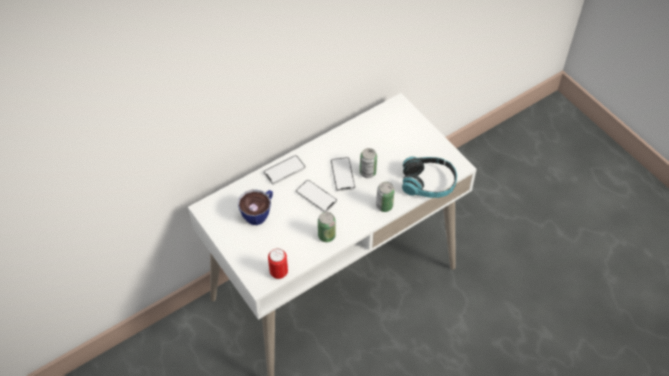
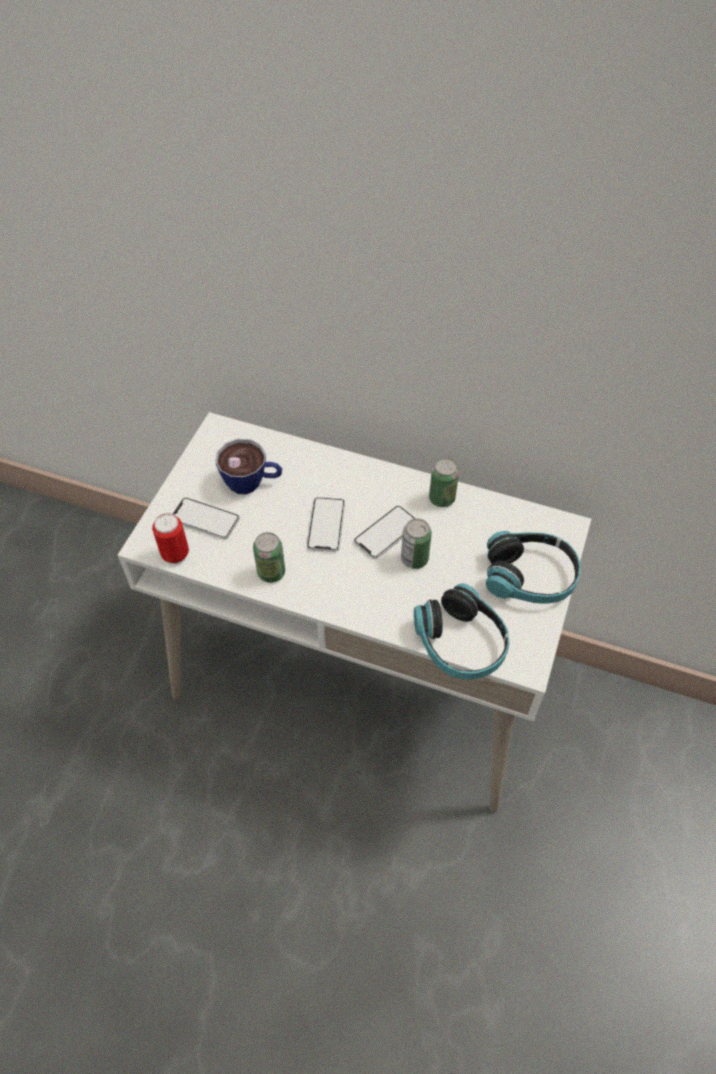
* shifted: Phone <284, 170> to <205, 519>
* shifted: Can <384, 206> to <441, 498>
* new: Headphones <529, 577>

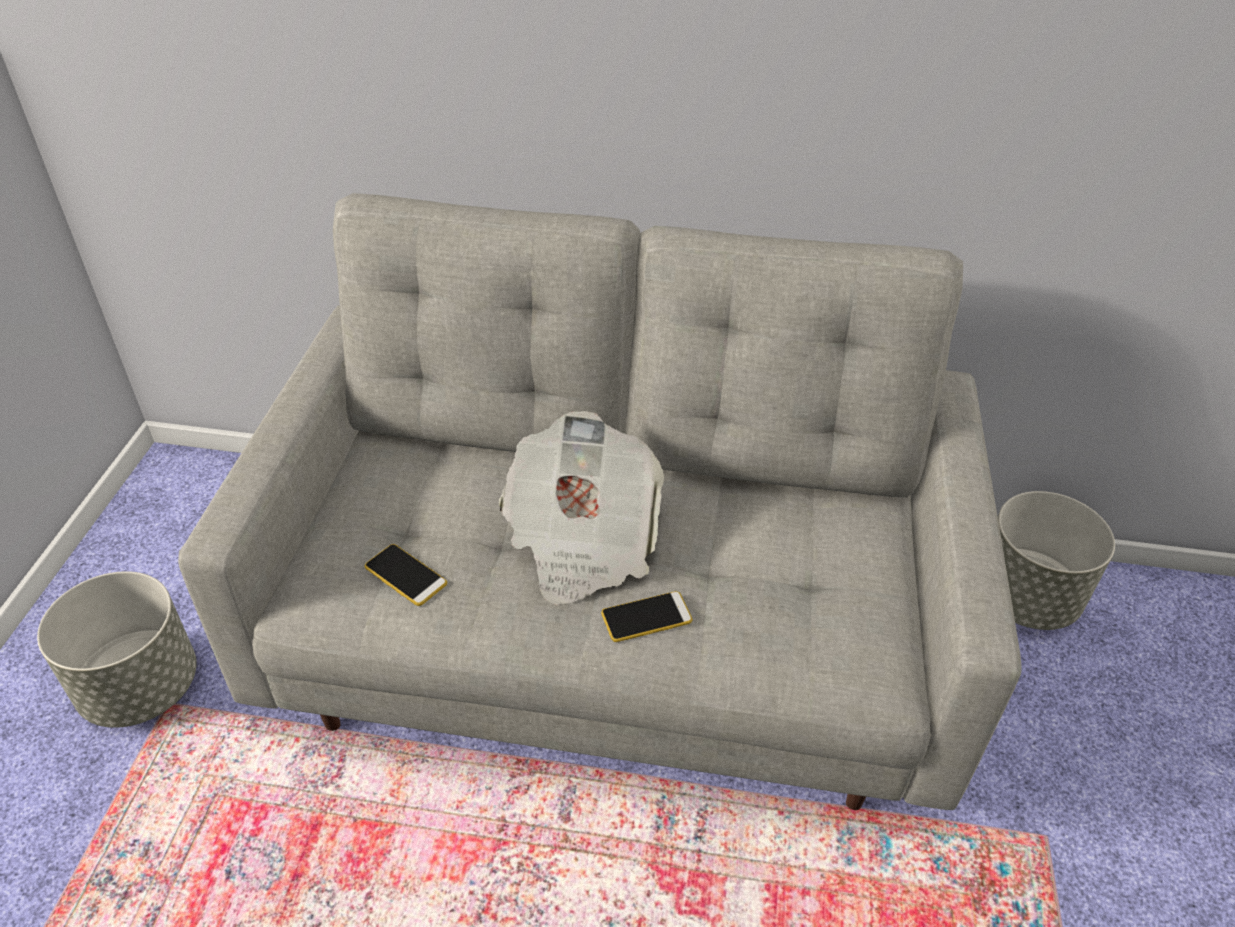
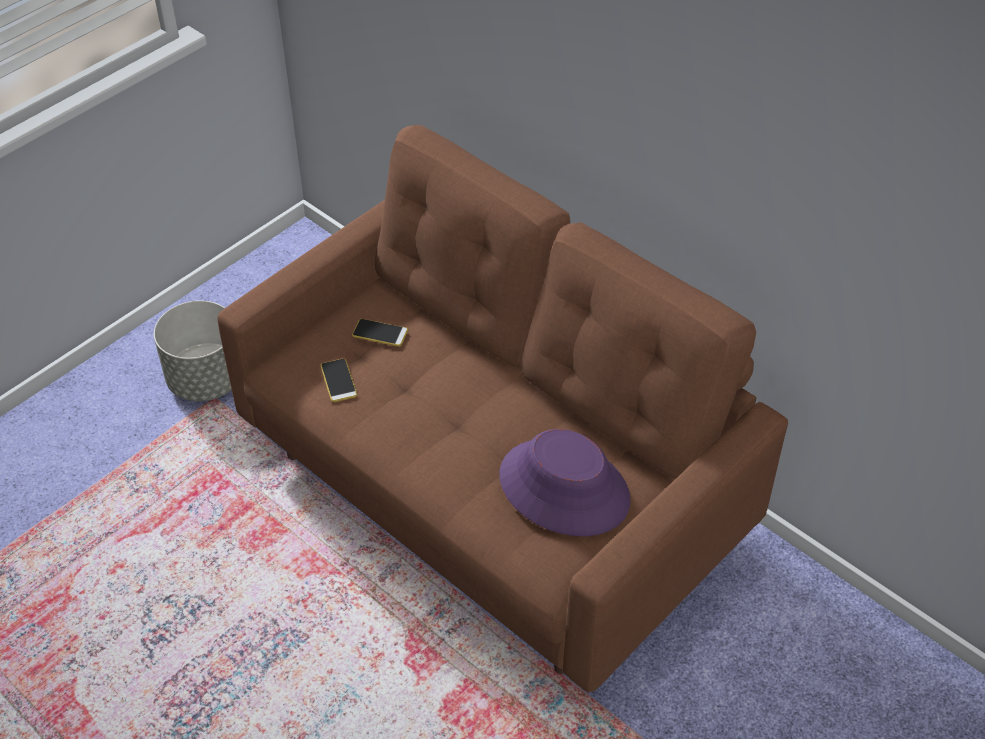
* repainted: GreySofa <615, 643> to BrownSofa <493, 495>
* gone: Newspaper <581, 540>
* gone: GreyPlanter <1025, 598>
* shifted: Phone <646, 617> to <380, 333>
* new: PurpleHat <564, 488>

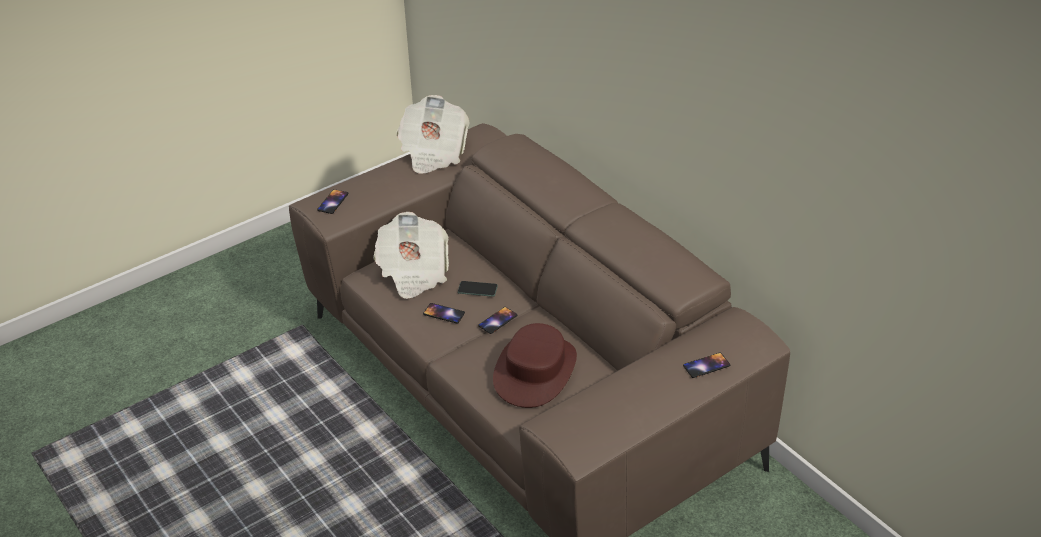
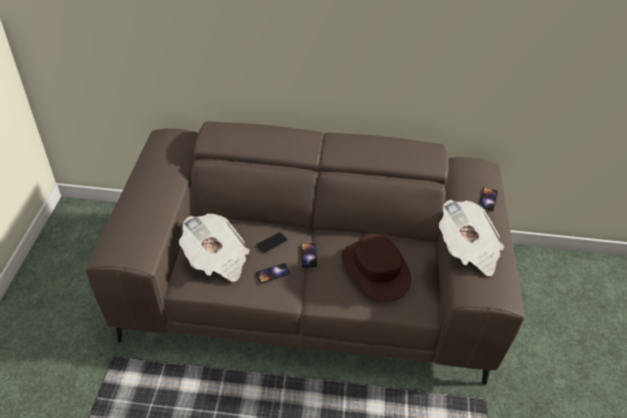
* shifted: Newspaper <433, 152> to <468, 250>
* gone: Phone <332, 202>

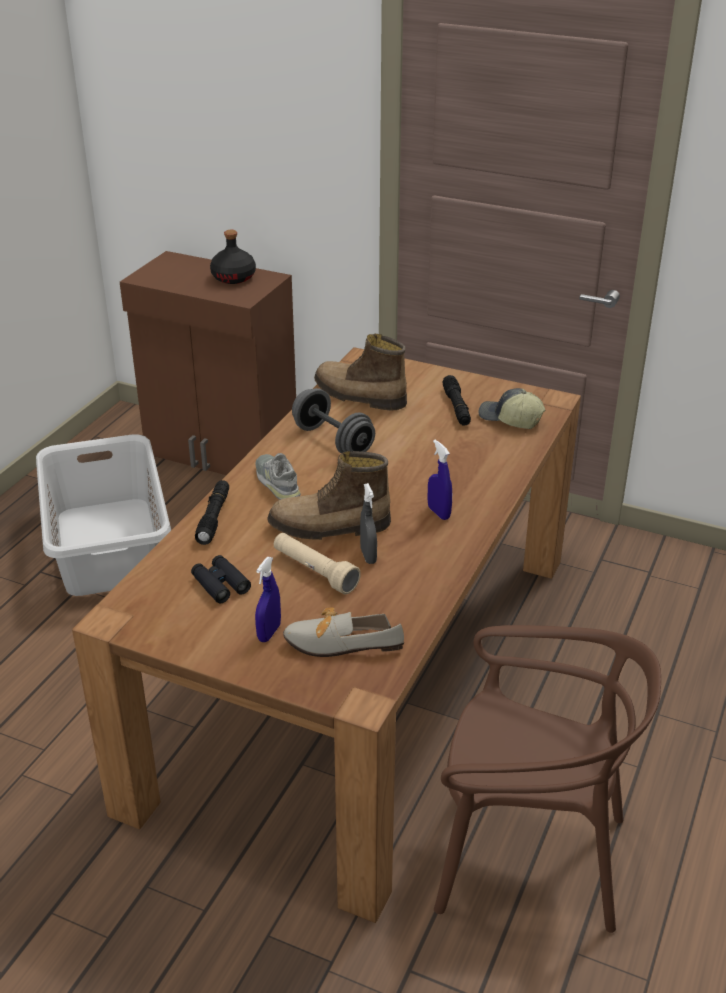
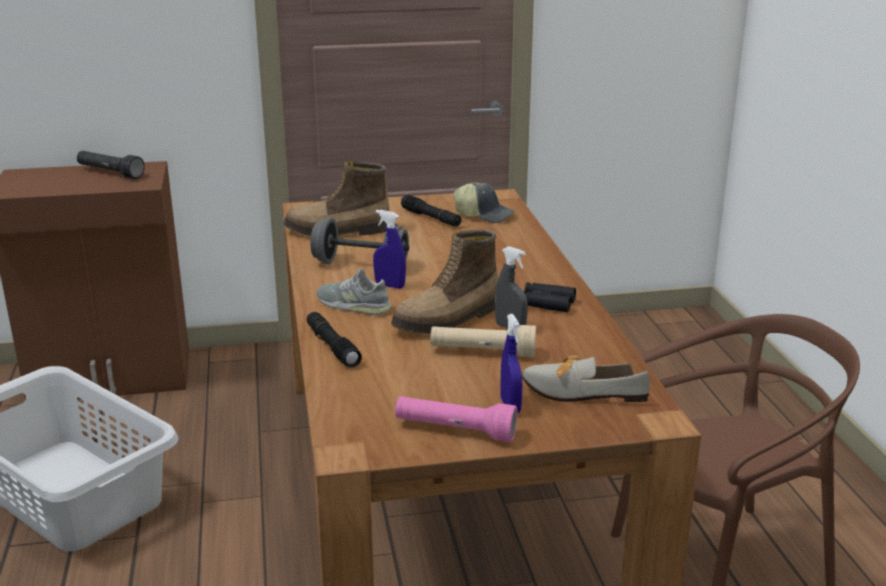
* swapped: BlackBottle <233, 277> to BlackFlashlight <110, 173>
* rotated: Cap <510, 419> = <484, 215> 150 degrees counterclockwise
* shifted: BlueSprayBottle <438, 513> to <389, 286>
* shifted: BlackBinoculars <220, 584> to <546, 303>
* rotated: Shoe <336, 643> = <576, 391> 45 degrees clockwise
* new: PinkFlashlight <455, 430>

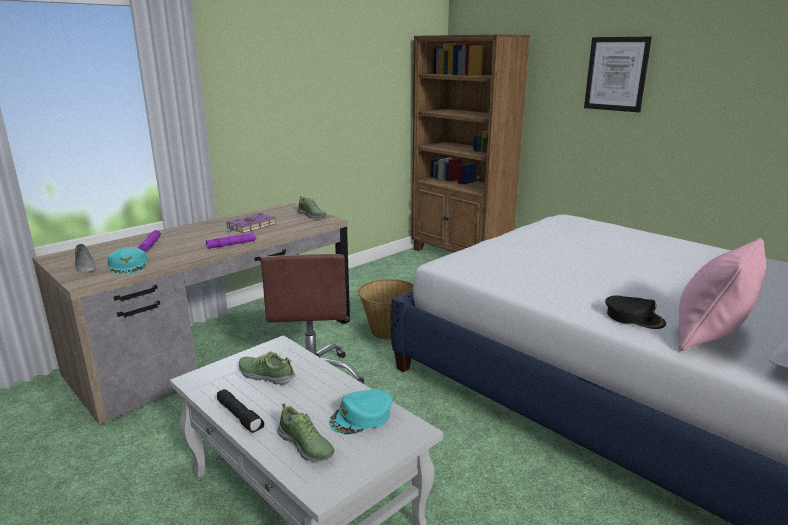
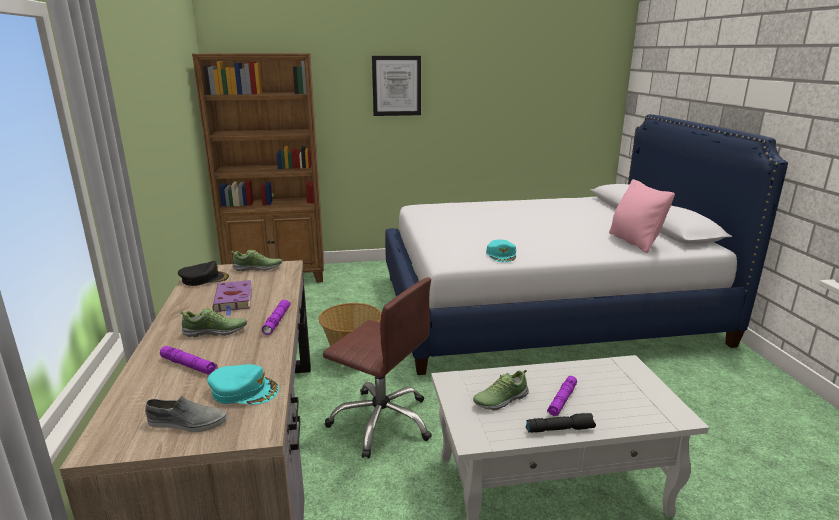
* shifted: BlackCap <634, 317> to <204, 279>
* shifted: TurquoiseCap <361, 417> to <501, 255>
* shifted: Shoe <306, 446> to <215, 332>
* new: PurpleFlashlight <562, 400>

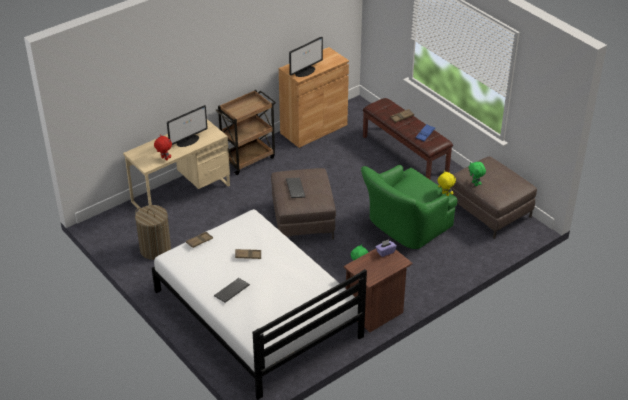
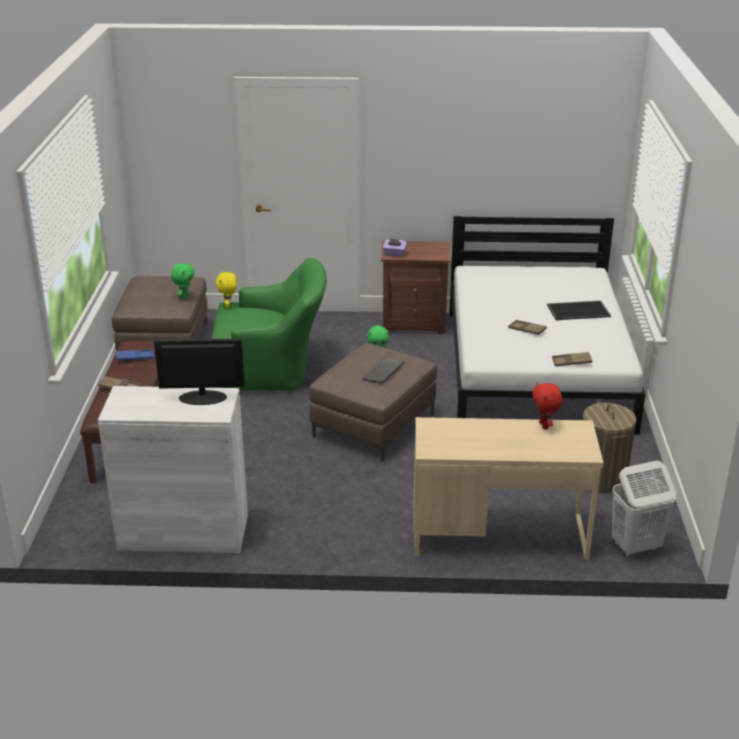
* repainted: BrownCabinet <313, 129> to WhiteCabinet <183, 532>
* gone: BrownCart <248, 159>
* gone: Monitor <188, 140>
* swapped: Keyboard <232, 291> to Tray <578, 310>
* new: WhiteLaundryBasket <635, 547>

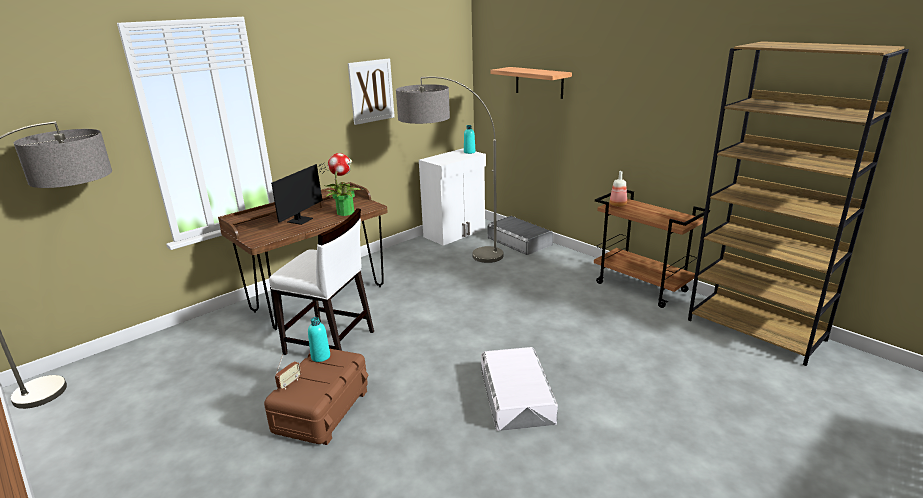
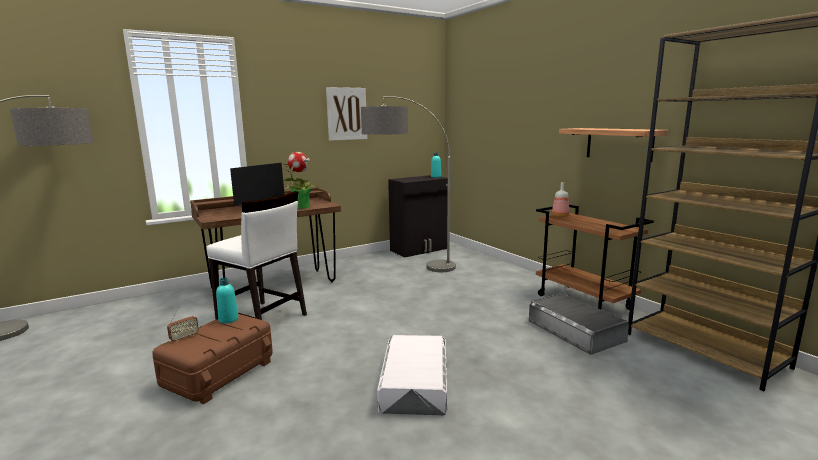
* shifted: Shelf <539, 82> to <619, 144>
* repainted: WhiteCabinet <455, 233> to BlackCabinet <419, 249>
* shifted: GreyStorageBox <519, 241> to <575, 330>

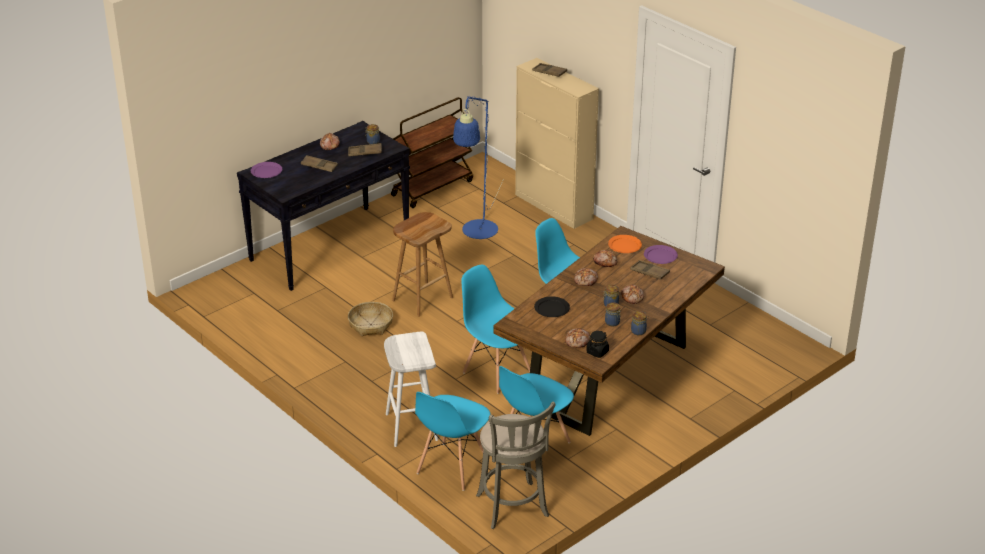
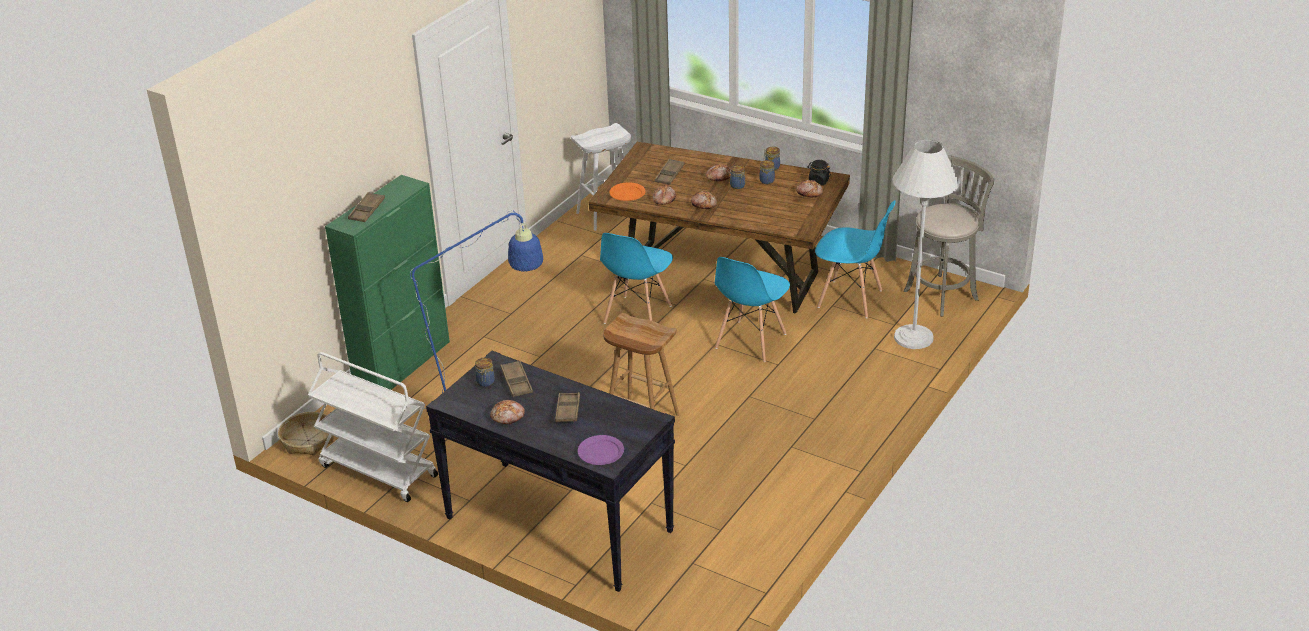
* repainted: BeigeCabinet <554, 207> to GreenCabinet <403, 364>
* repainted: BrownCart <432, 187> to WhiteCart <377, 471>
* gone: PurplePlate <660, 256>
* gone: BlackPlate <552, 309>
* shifted: Basket <370, 324> to <308, 440>
* shifted: WhiteStool <410, 426> to <606, 215>
* swapped: BlueChair <452, 467> to WhiteFloorLamp <913, 337>

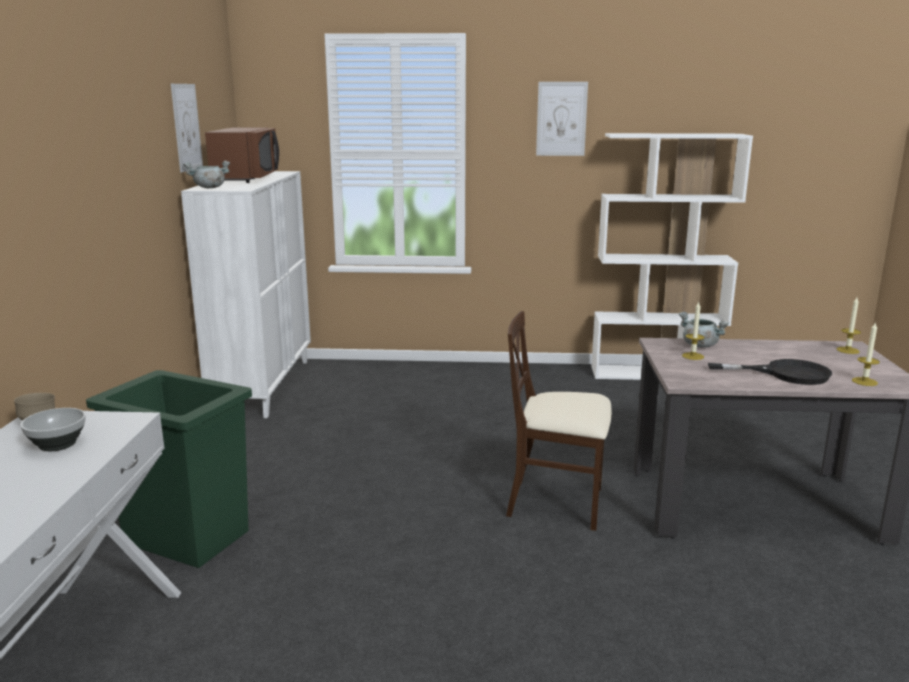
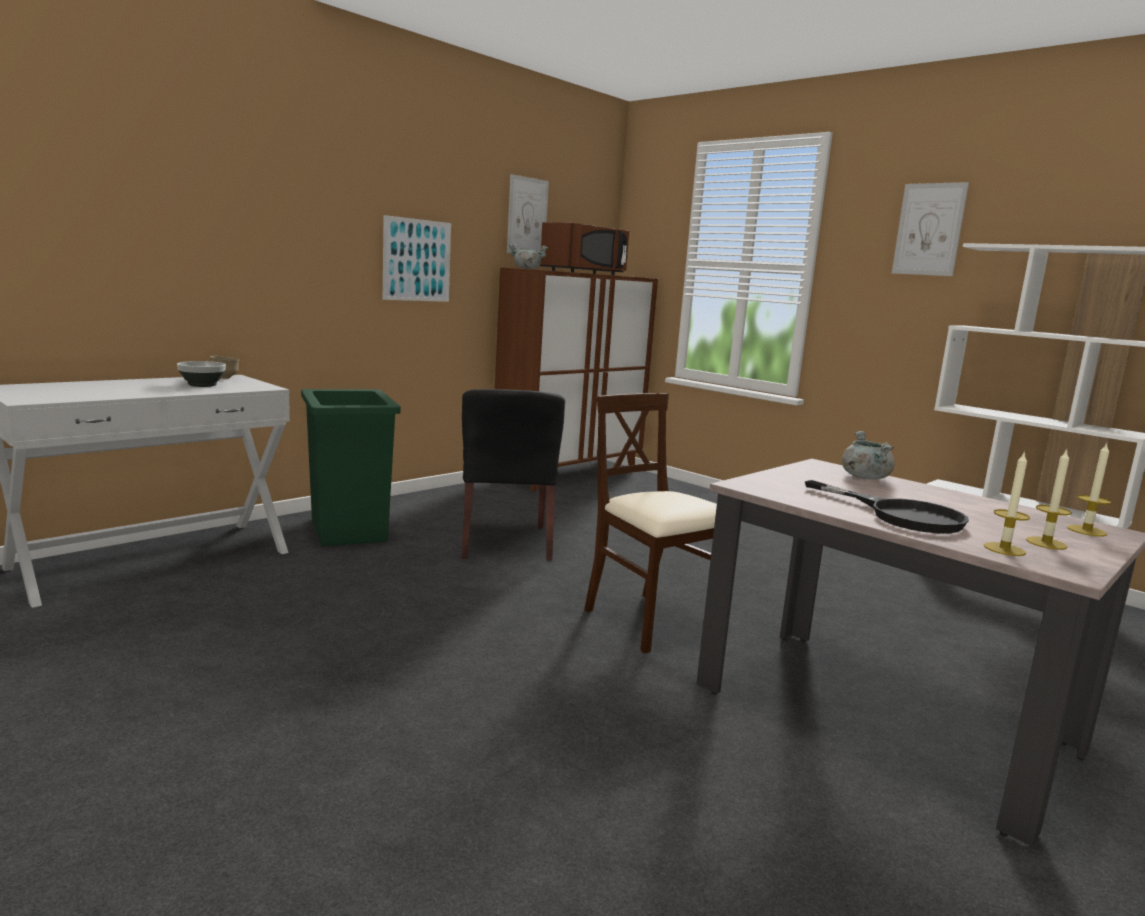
* repainted: WhiteCabinet <264, 386> to BrownCabinet <569, 474>
* shifted: Candle <693, 356> to <1046, 543>
* new: Picture <417, 260>
* new: BlackChair <505, 542>

